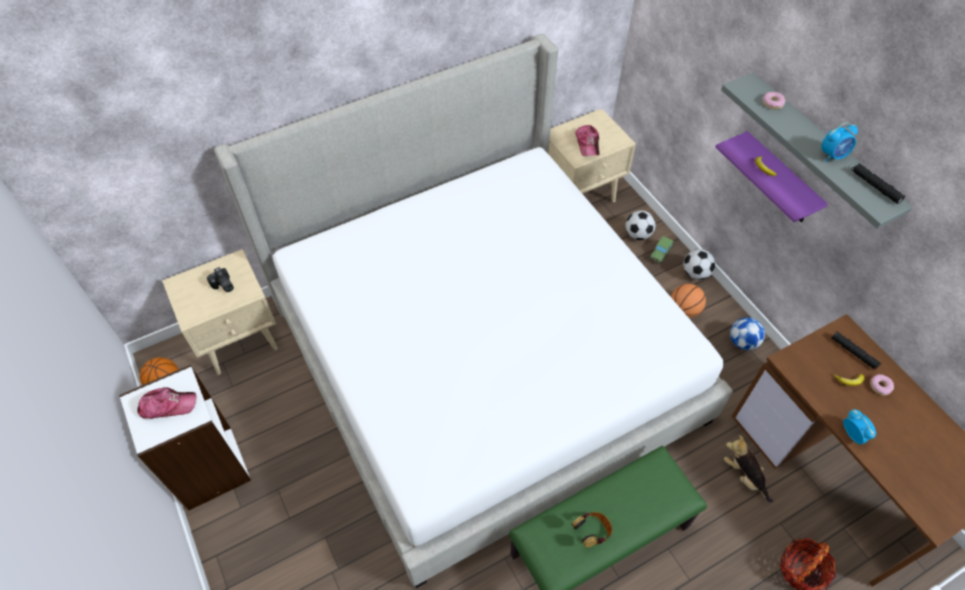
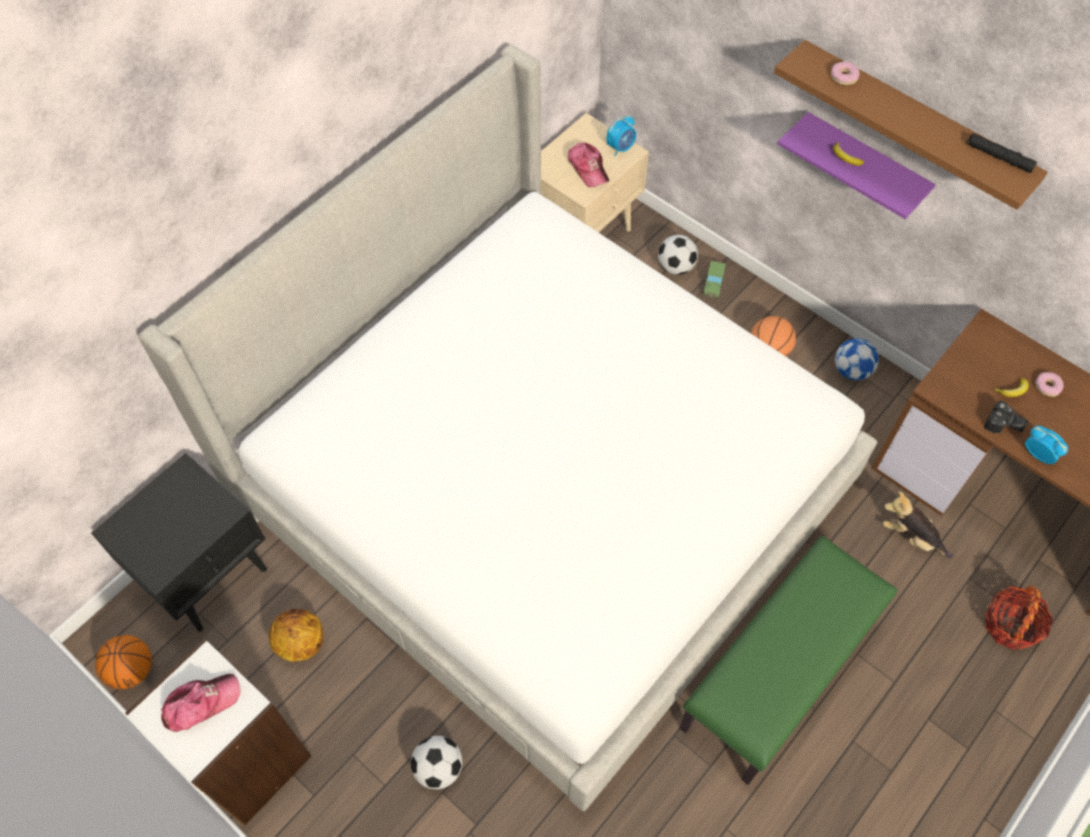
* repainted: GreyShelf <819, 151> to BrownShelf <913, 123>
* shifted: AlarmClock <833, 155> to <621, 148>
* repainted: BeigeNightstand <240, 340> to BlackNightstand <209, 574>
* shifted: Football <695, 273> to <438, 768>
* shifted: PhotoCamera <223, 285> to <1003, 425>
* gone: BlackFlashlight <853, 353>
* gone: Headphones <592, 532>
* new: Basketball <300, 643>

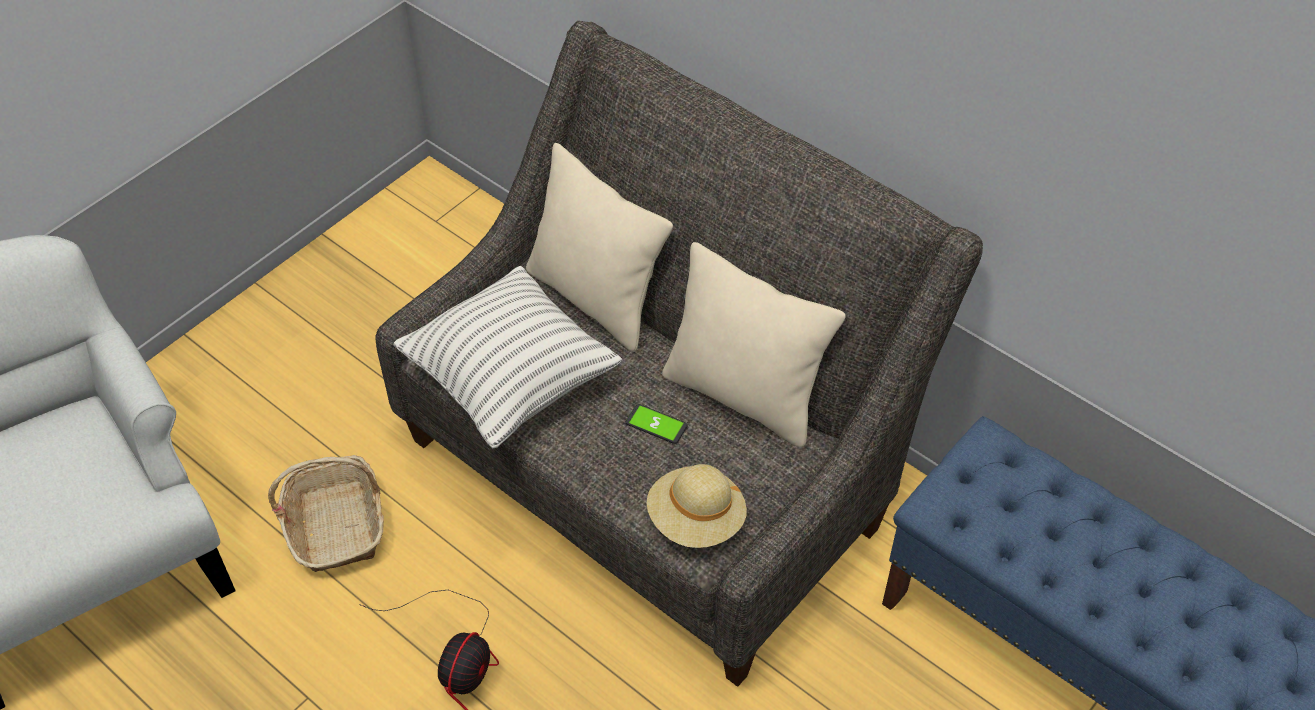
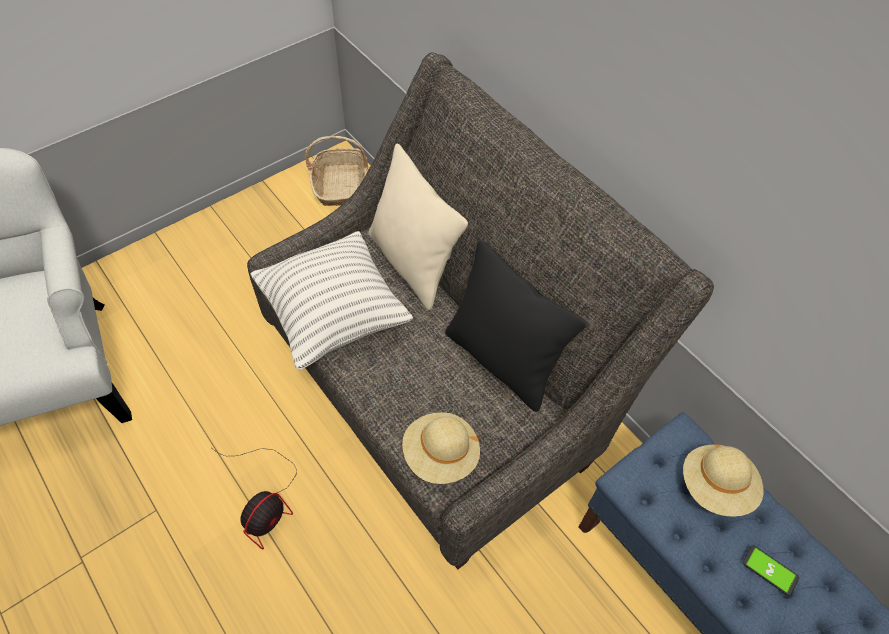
* repainted: BeigePillow <744, 395> to BlackPillow <502, 360>
* shifted: Phone <656, 424> to <770, 570>
* shifted: Basket <336, 525> to <341, 184>
* new: BeigeHat <716, 486>

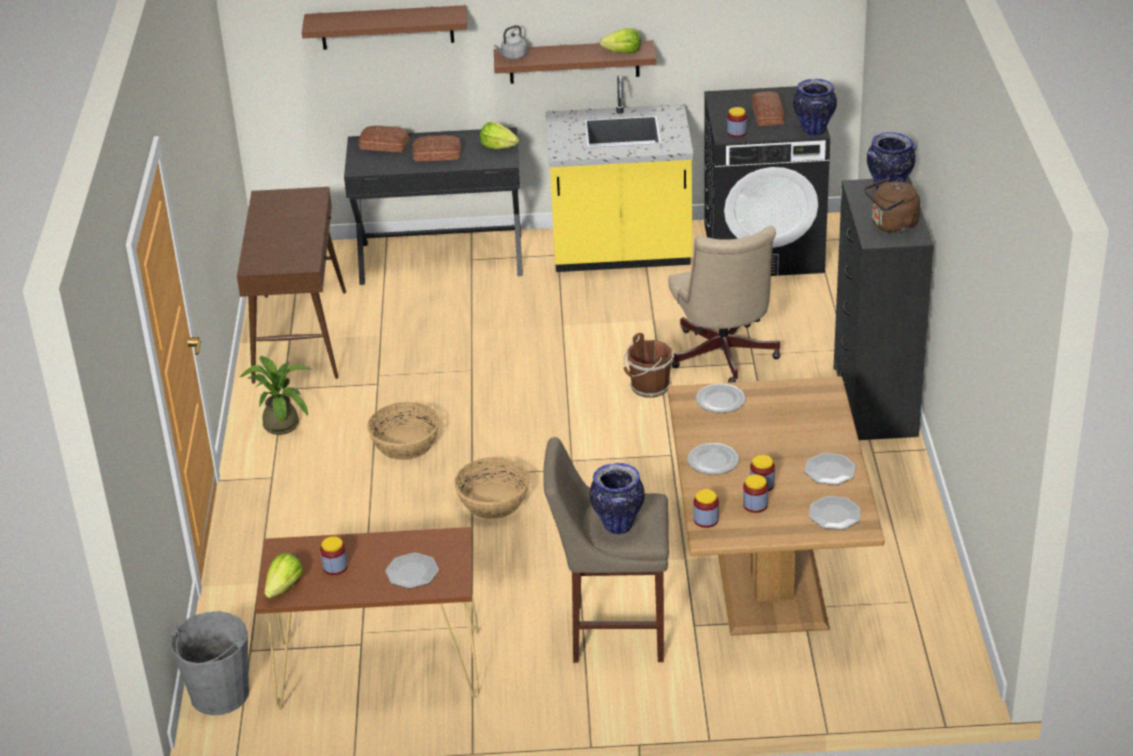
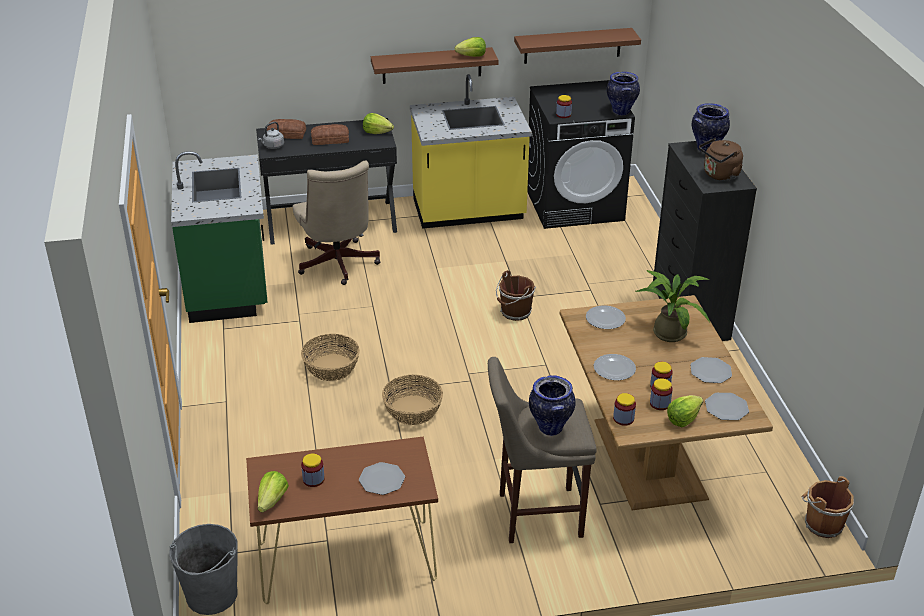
* shifted: BrownShelf <387, 27> to <572, 45>
* shifted: GreyKettle <512, 57> to <272, 146>
* gone: Bread <768, 114>
* swapped: BrownConsoleTable <299, 336> to GreenCounter <229, 286>
* shifted: BeigeOfficeChair <723, 358> to <338, 266>
* shifted: PottedPlant <281, 422> to <668, 331>
* new: Lettuce <683, 419>
* new: BrownBucket <821, 524>

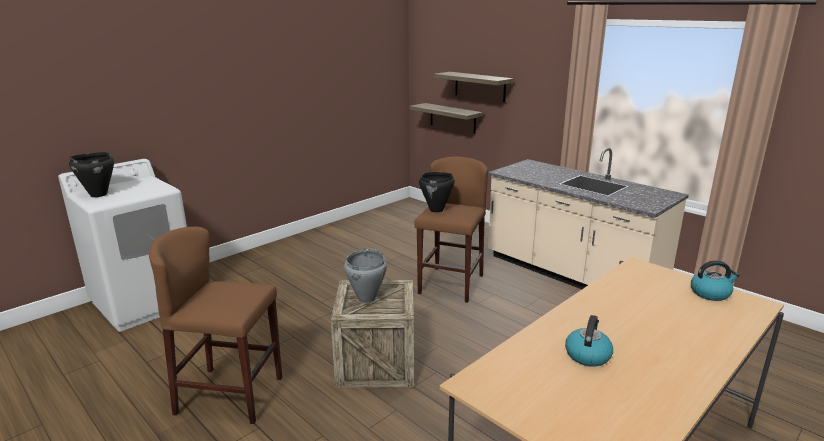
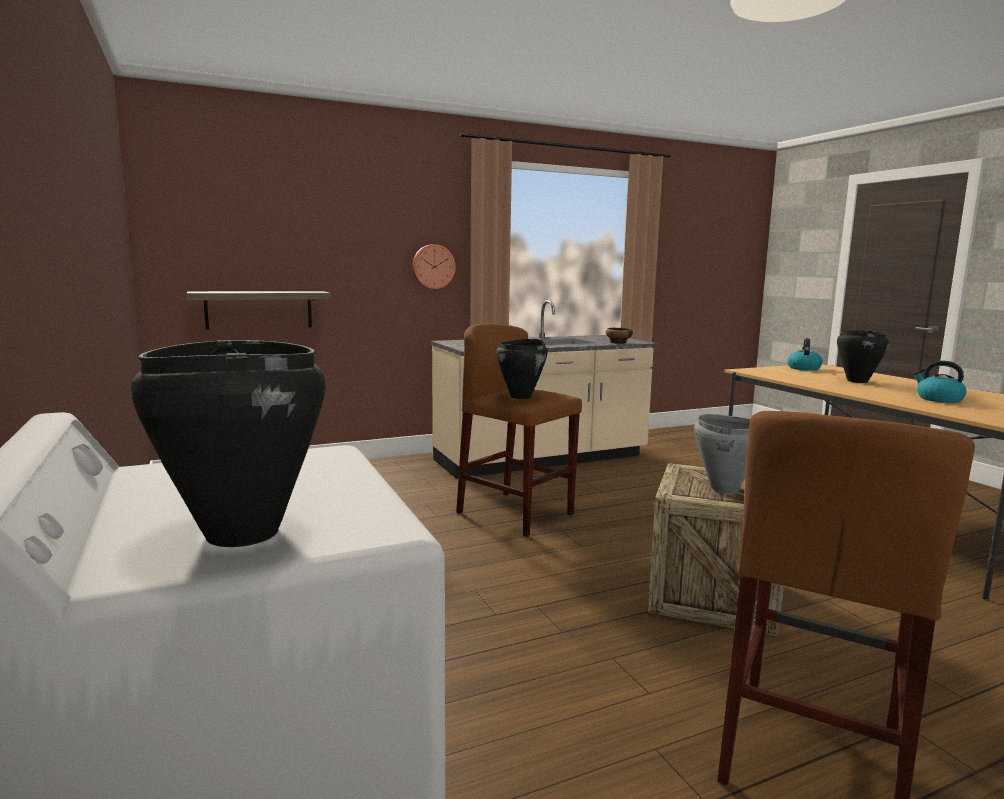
* gone: Shelf <480, 86>
* new: WallClock <433, 266>
* new: Bowl <618, 342>
* new: BlackCookingPot <857, 381>

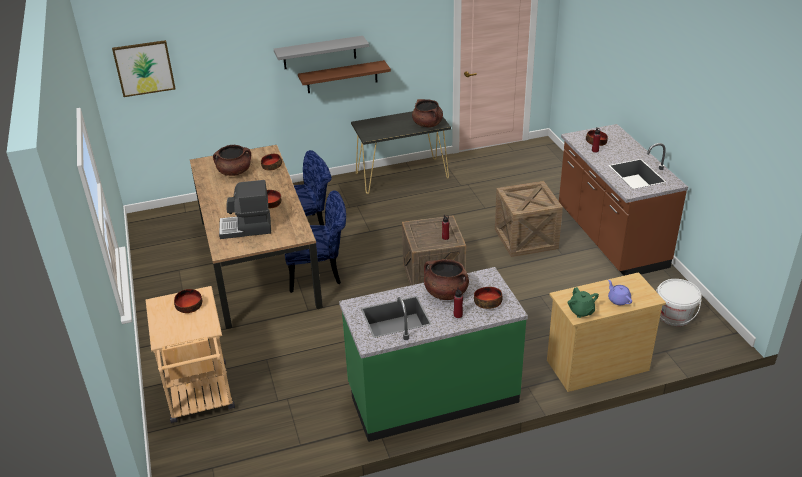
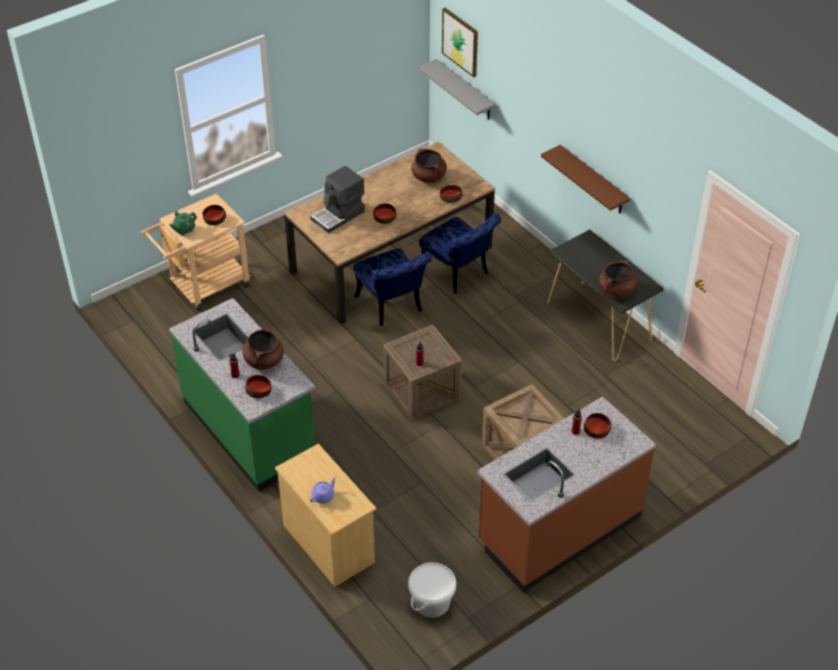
* shifted: GreyShelf <319, 52> to <465, 90>
* rotated: CoffeeMachine <246, 228> = <338, 215> 105 degrees counterclockwise
* shifted: GreenTeapot <581, 311> to <184, 230>

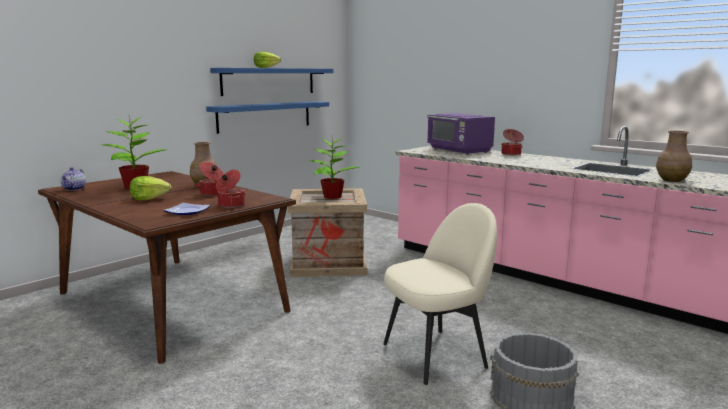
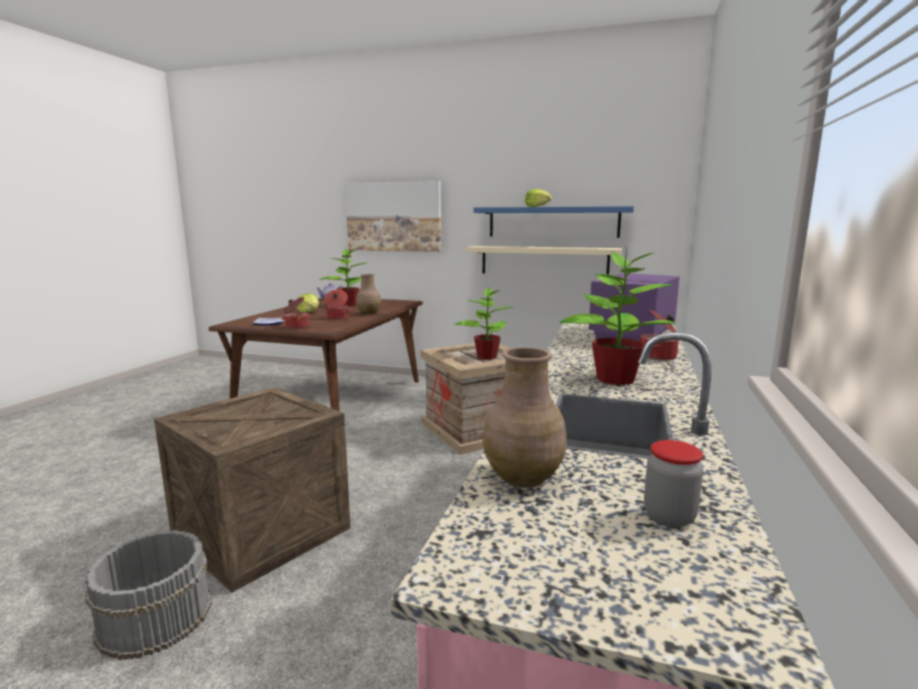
* repainted: BlueShelf <265, 116> to BeigeShelf <544, 261>
* swapped: BeigeChair <436, 355> to Crate <261, 533>
* new: Picture <393, 217>
* new: PottedPlant <614, 379>
* new: Jar <669, 516>

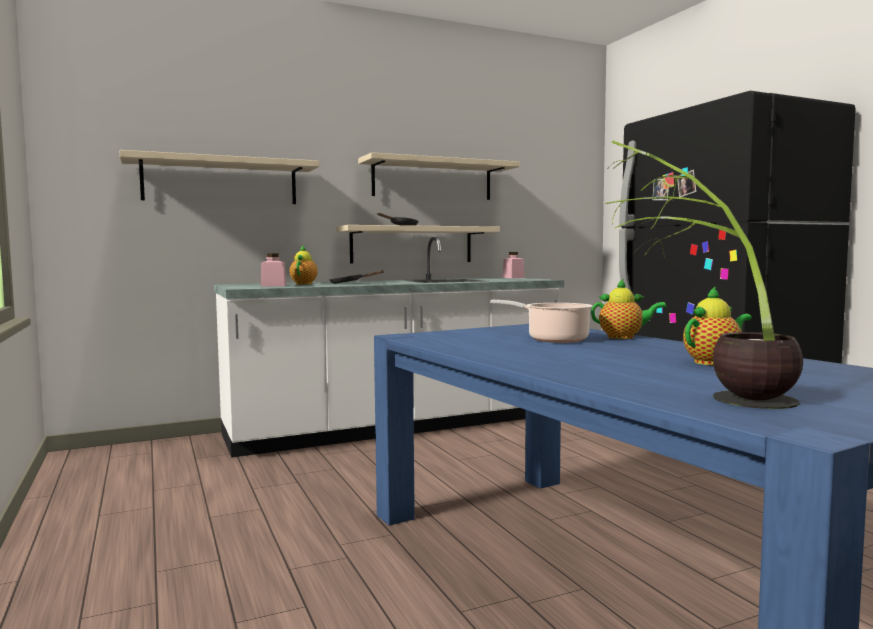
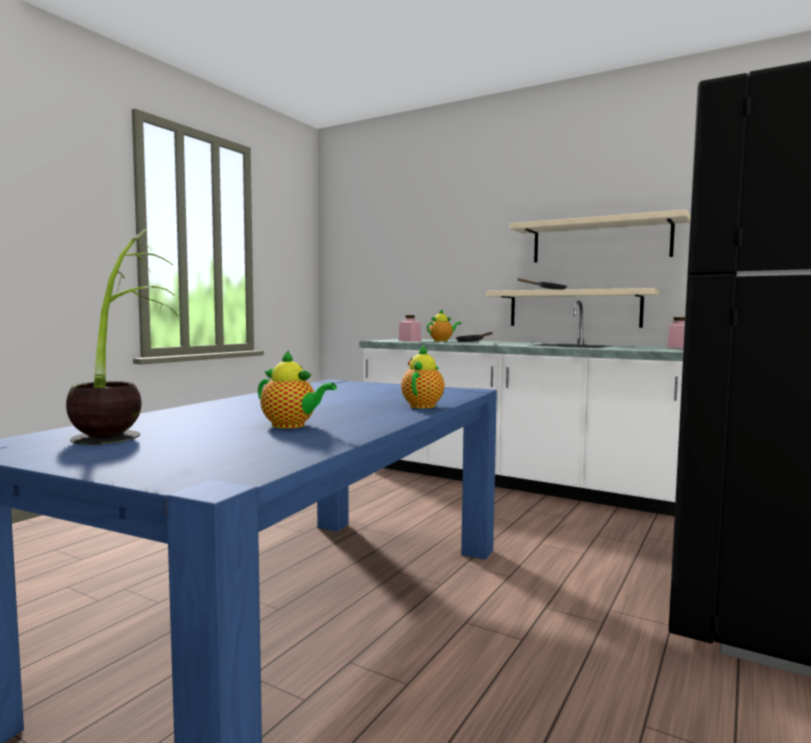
* gone: BeigeShelf <221, 182>
* rotated: Teapot <624, 337> = <423, 405> 135 degrees counterclockwise
* gone: CookingPot <553, 339>

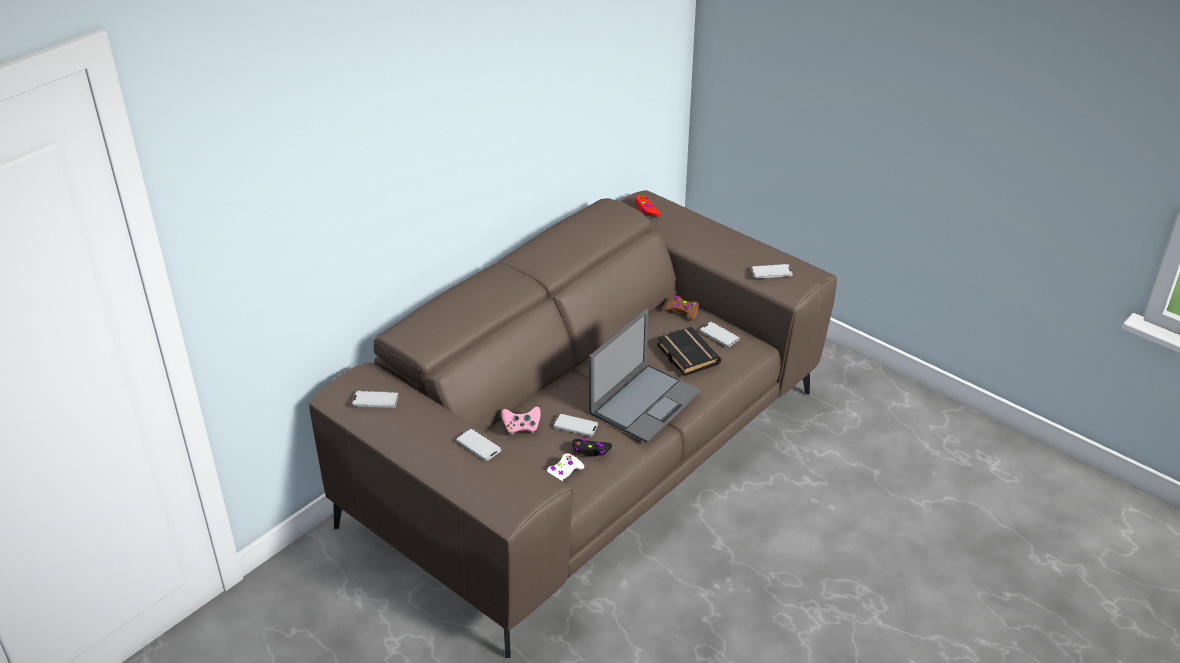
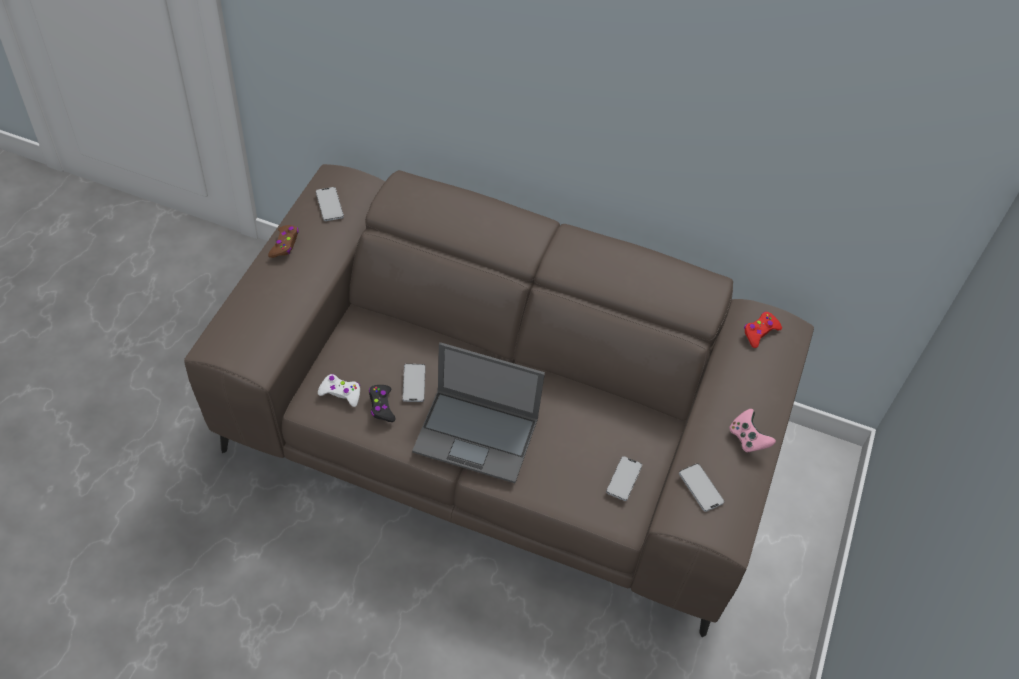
* shifted: BrownGameController <682, 311> to <284, 244>
* gone: BlackBook <685, 355>
* shifted: PinkGameController <521, 427> to <747, 438>
* gone: Phone <478, 445>

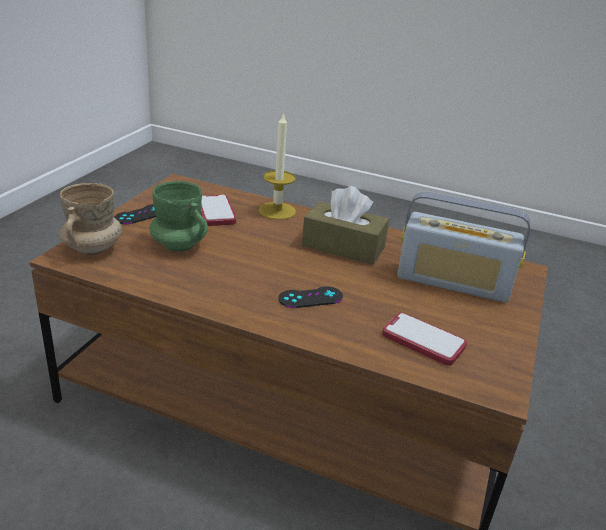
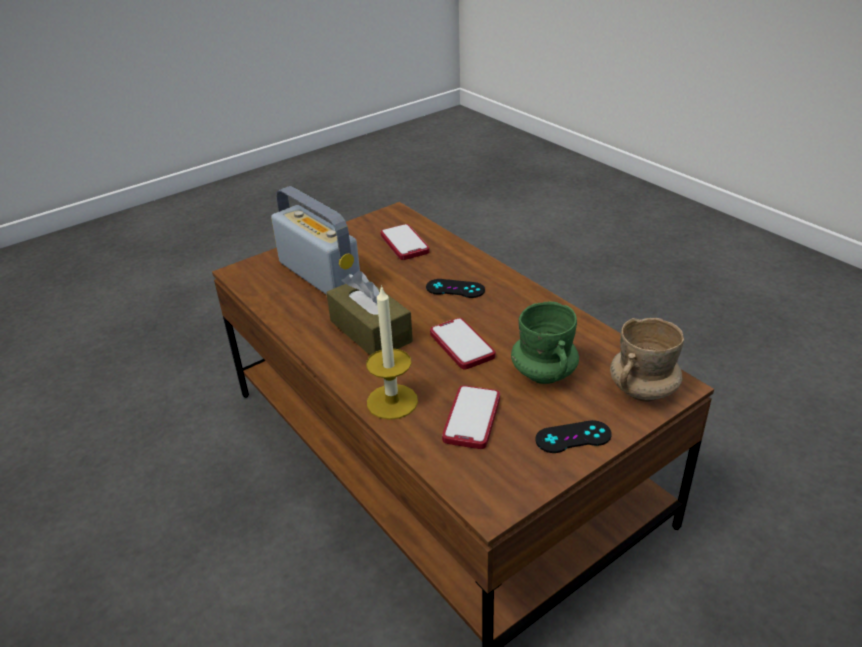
* new: Phone <462, 345>

